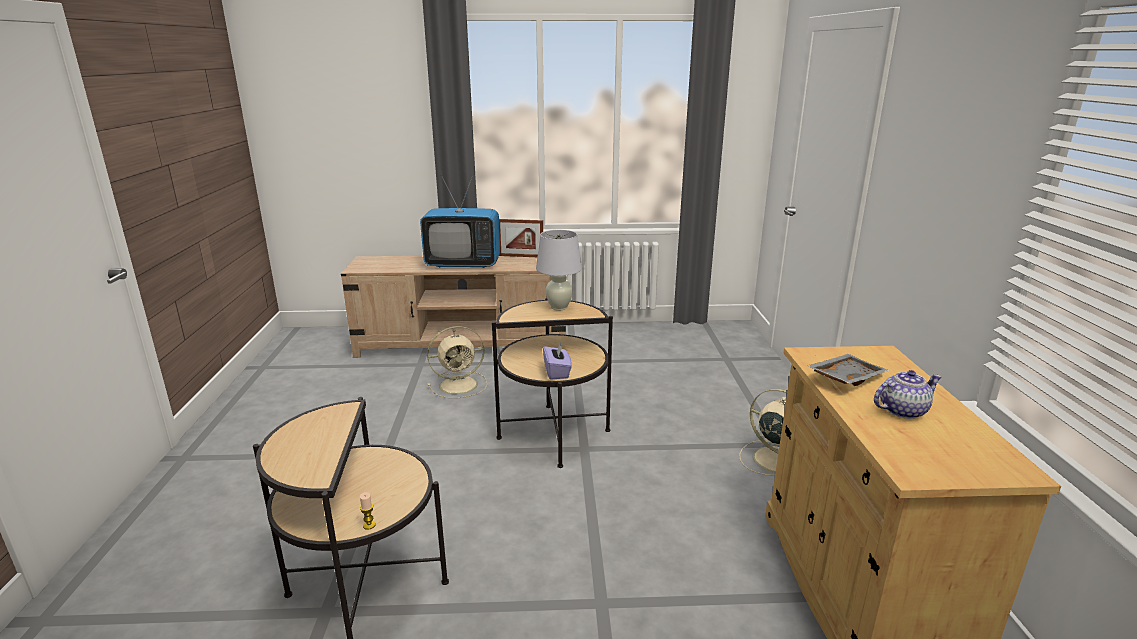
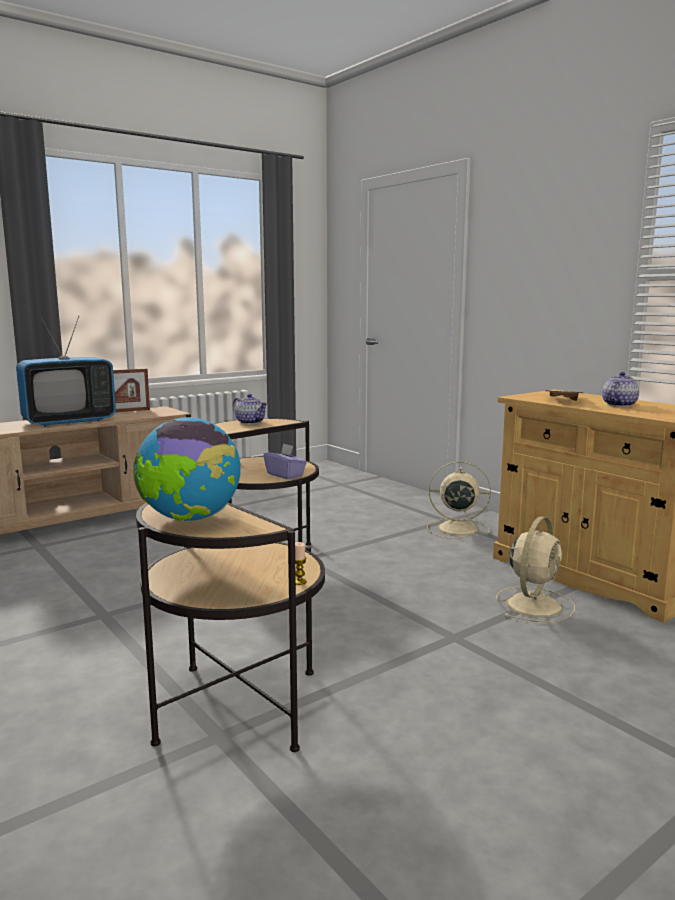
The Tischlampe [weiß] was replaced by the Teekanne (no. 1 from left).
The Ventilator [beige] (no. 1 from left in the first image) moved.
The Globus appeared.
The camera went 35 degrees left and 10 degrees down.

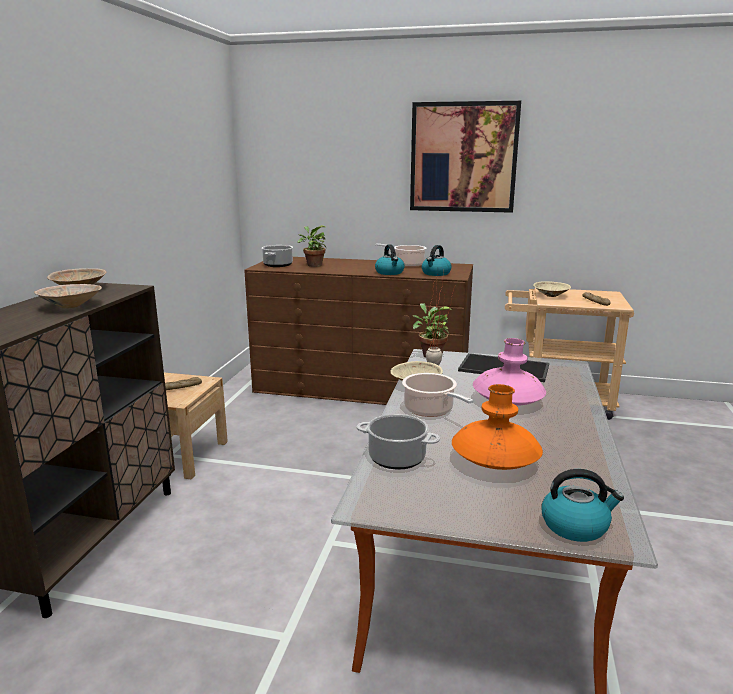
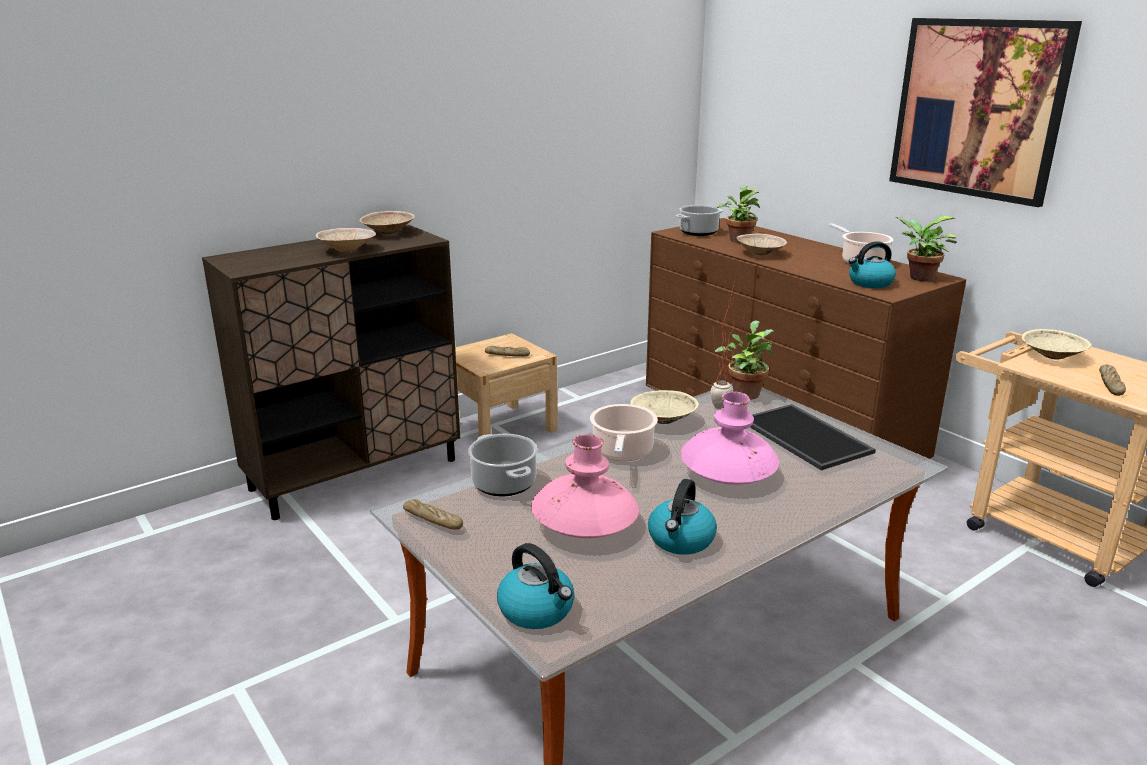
The Wasserkessel (no. 1 from left in the first image) moved.
The Vase [orange] became the Vase [rosa] (no. 1 from left).
The Topfpflanze (no. 4 from left) appeared.
The Schüssel [beige] (no. 4 from left) appeared.
The Brot (no. 1 from left) appeared.
The camera went 40 degrees right and 5 degrees up.

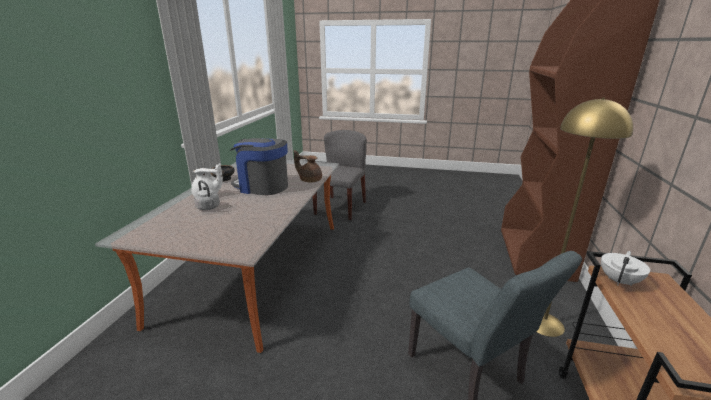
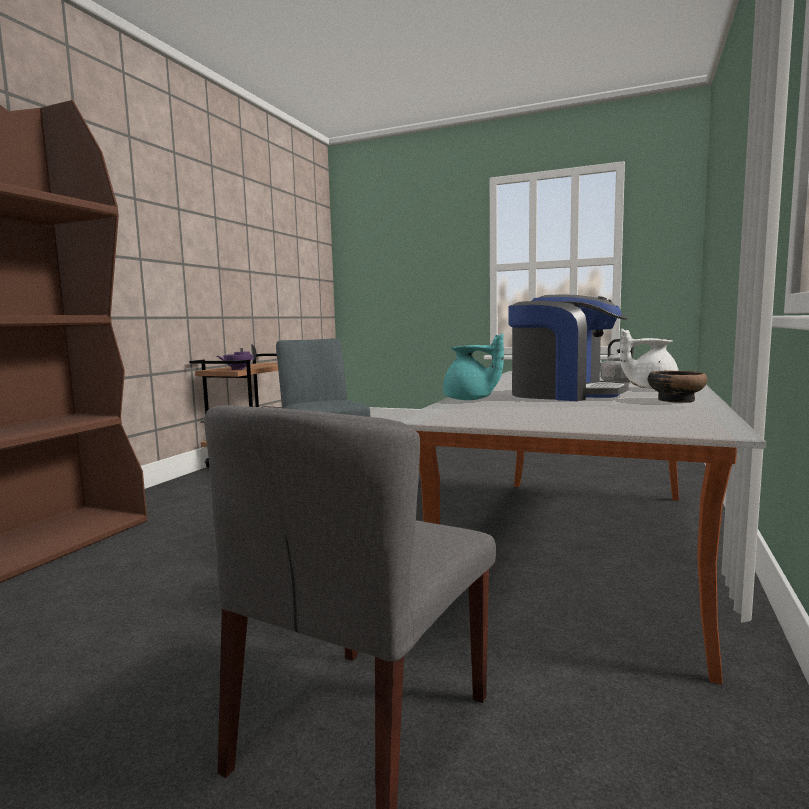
The Stehlampe [gelb] disappeared.
The Teekanne [braun] became the Teekanne [türkis].
The Teekanne [weiß] (no. 2 from left) became the Teekanne [lila].
The camera went 170 degrees left and 15 degrees down.

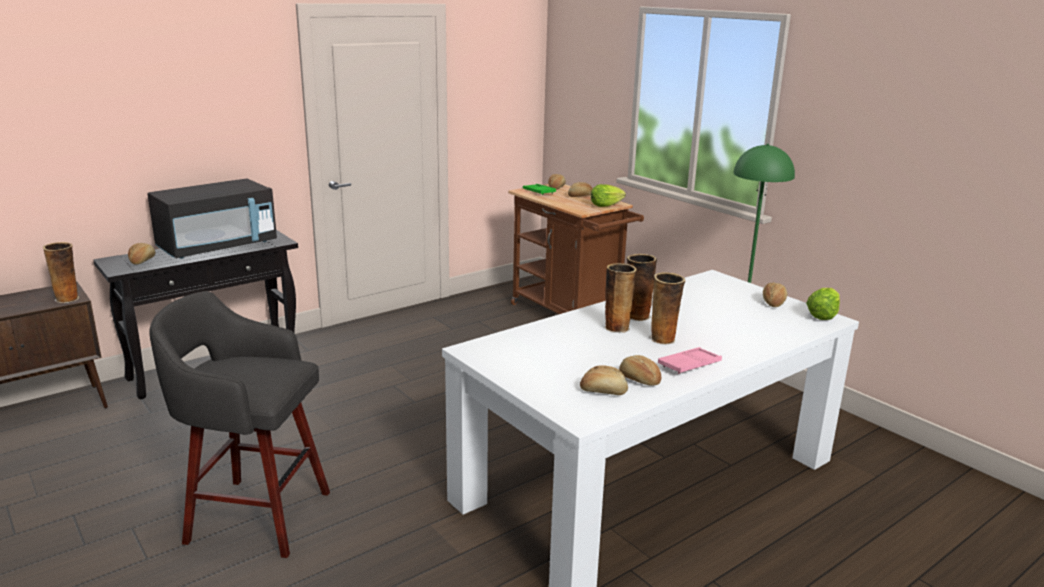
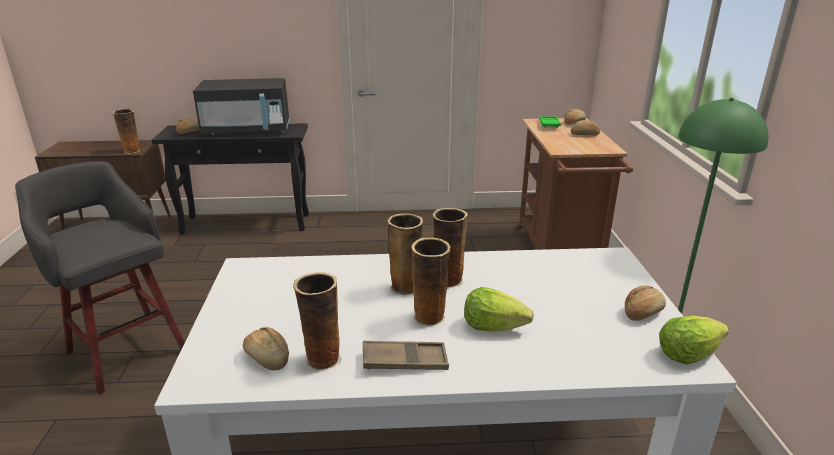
The Salatkopf (no. 1 from left) moved.
The Tablett [rosa] became the Tablett [braun].
The Brot (no. 5 from left) was replaced by the Vase (no. 2 from left).
The camera went 35 degrees right and 5 degrees up.

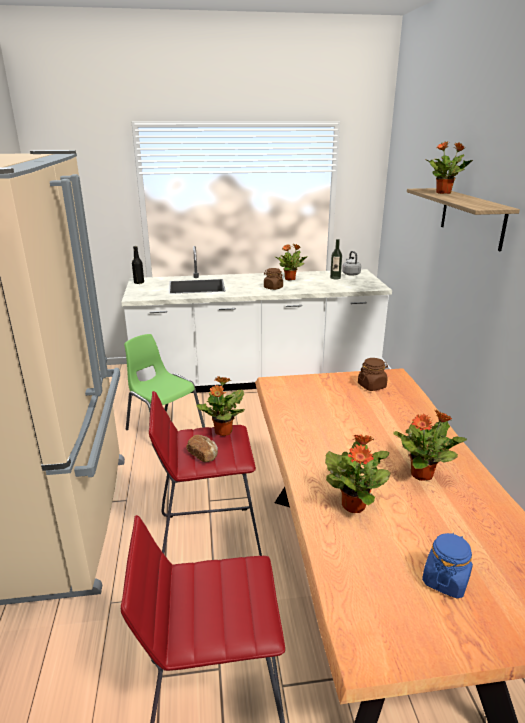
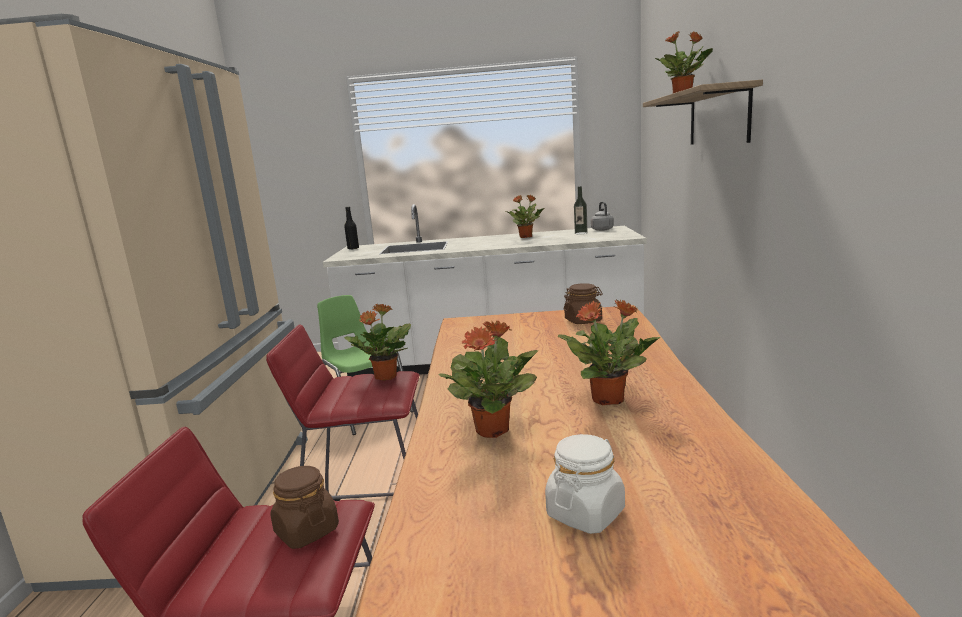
The Vorratsglas [braun] (no. 1 from left) moved.
The Brot disappeared.
The Vorratsglas [blau] became the Vorratsglas [weiß].
The camera went 10 degrees right and 10 degrees down.

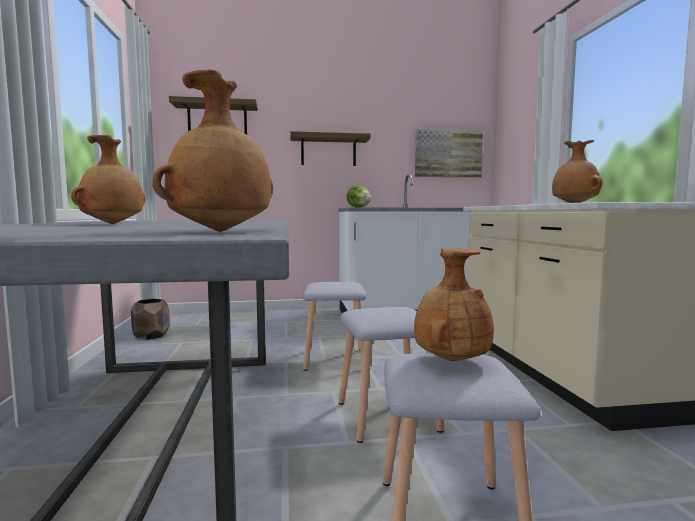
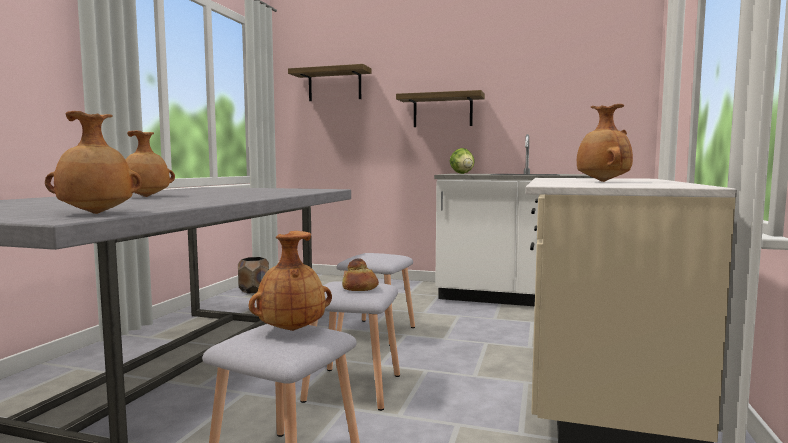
The Bild disappeared.
The Brot appeared.
The camera went 25 degrees right and 0 degrees up.

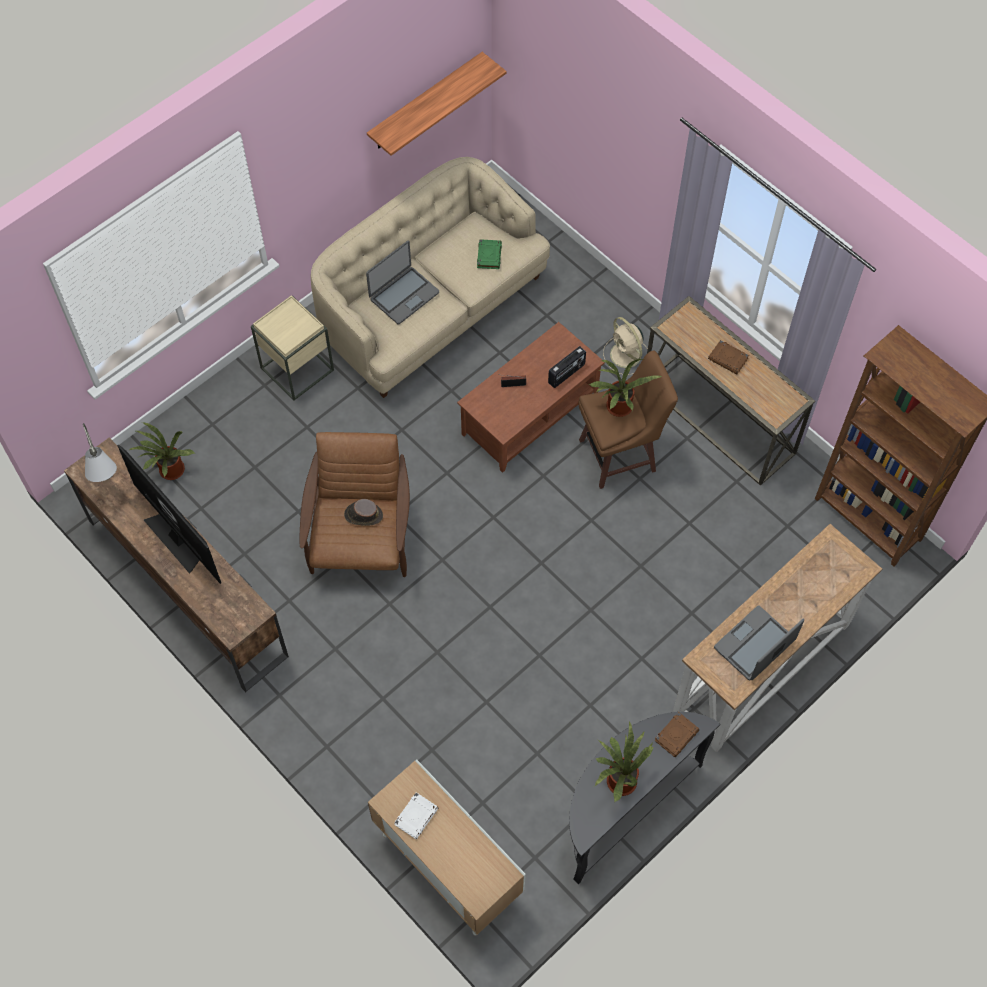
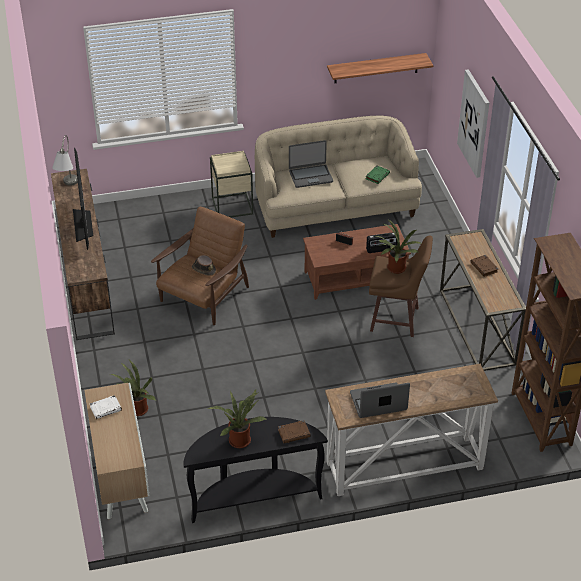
The Ventilator [beige] disappeared.
The Topfpflanze (no. 1 from left) moved.
The Bild appeared.
The camera went 30 degrees right and 20 degrees down.

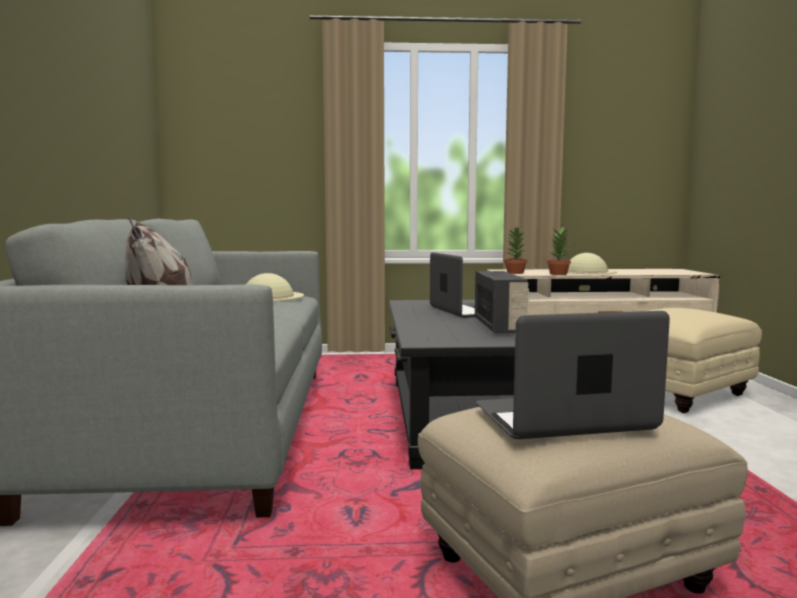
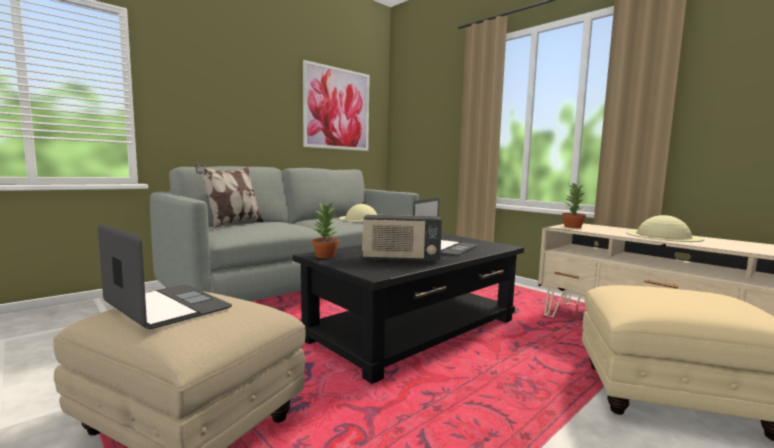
The Topfpflanze (no. 2 from left in the first image) moved.
The Radio turned 45 degrees clockwise.
The Bild appeared.
The camera went 50 degrees right and 0 degrees up.

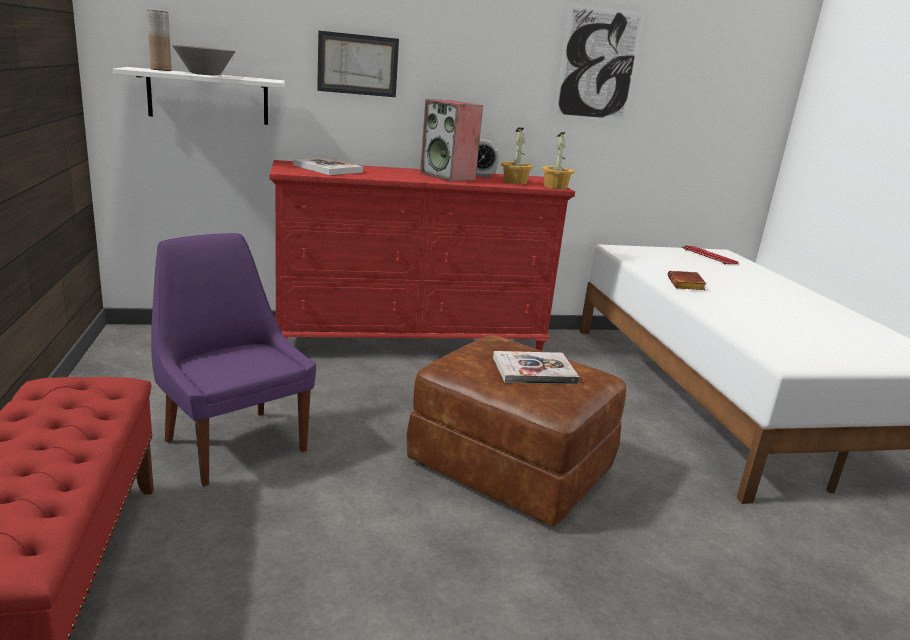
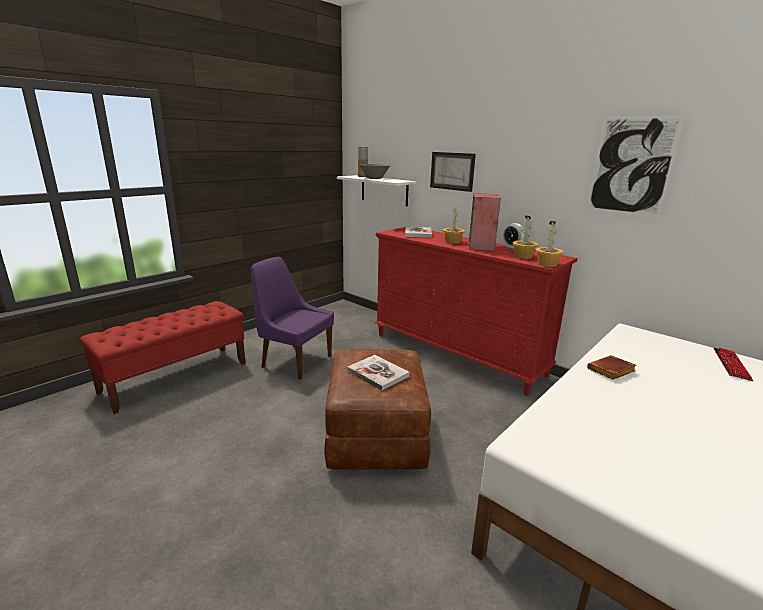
The Stuhl [lila] turned 75 degrees counterclockwise.
The Topfpflanze (no. 1 from left) appeared.
The camera went 55 degrees right and 0 degrees up.

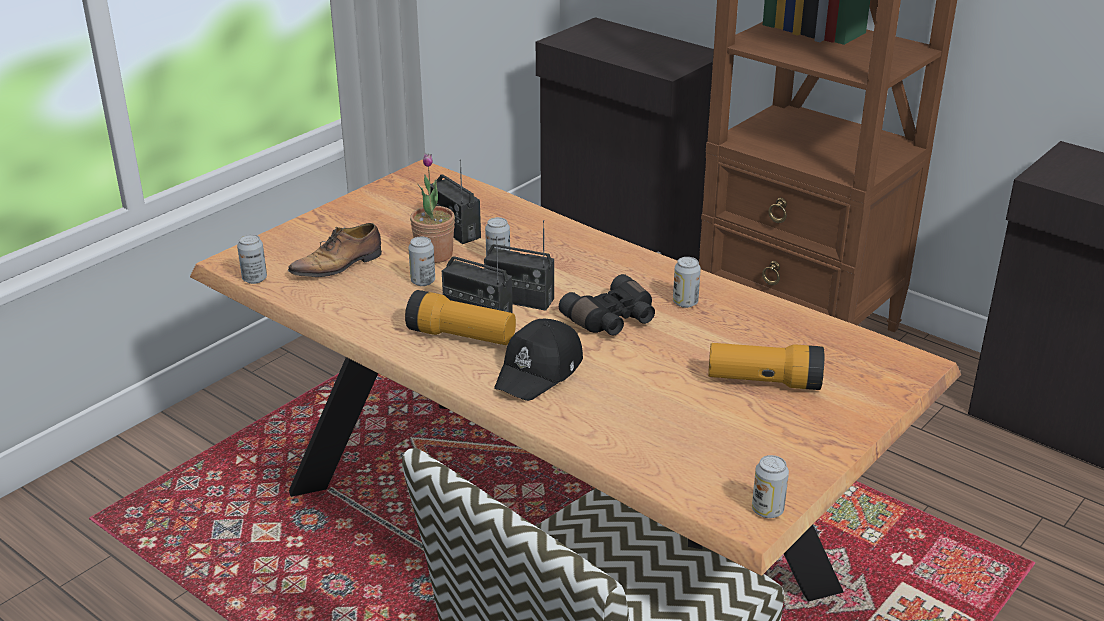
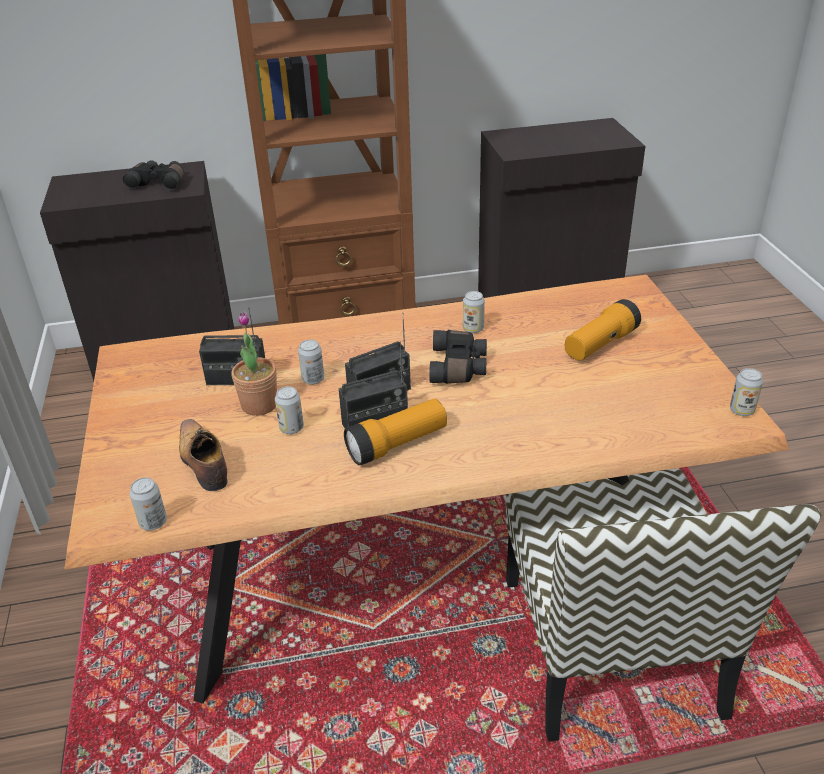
The Schuh turned 150 degrees clockwise.
The Kappe [schwarz] disappeared.
The Fernglas [schwarz] (no. 1 from left) appeared.
The camera went 50 degrees left and 5 degrees up.

